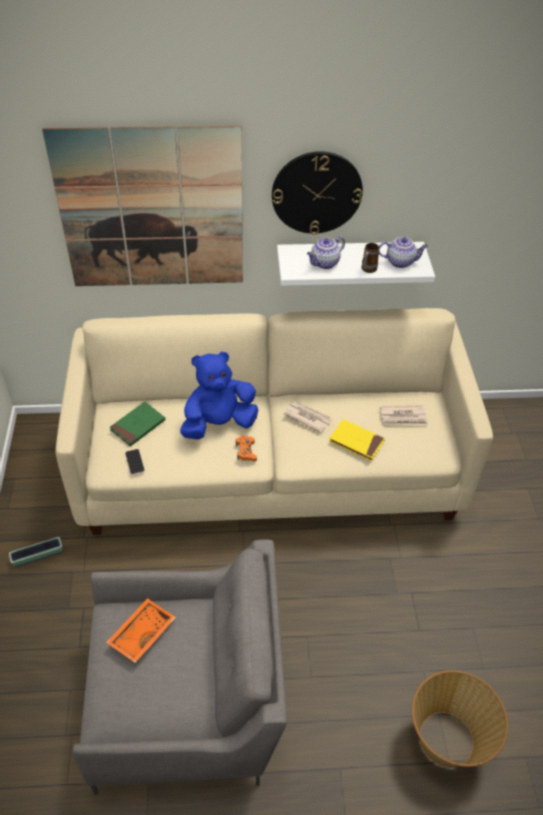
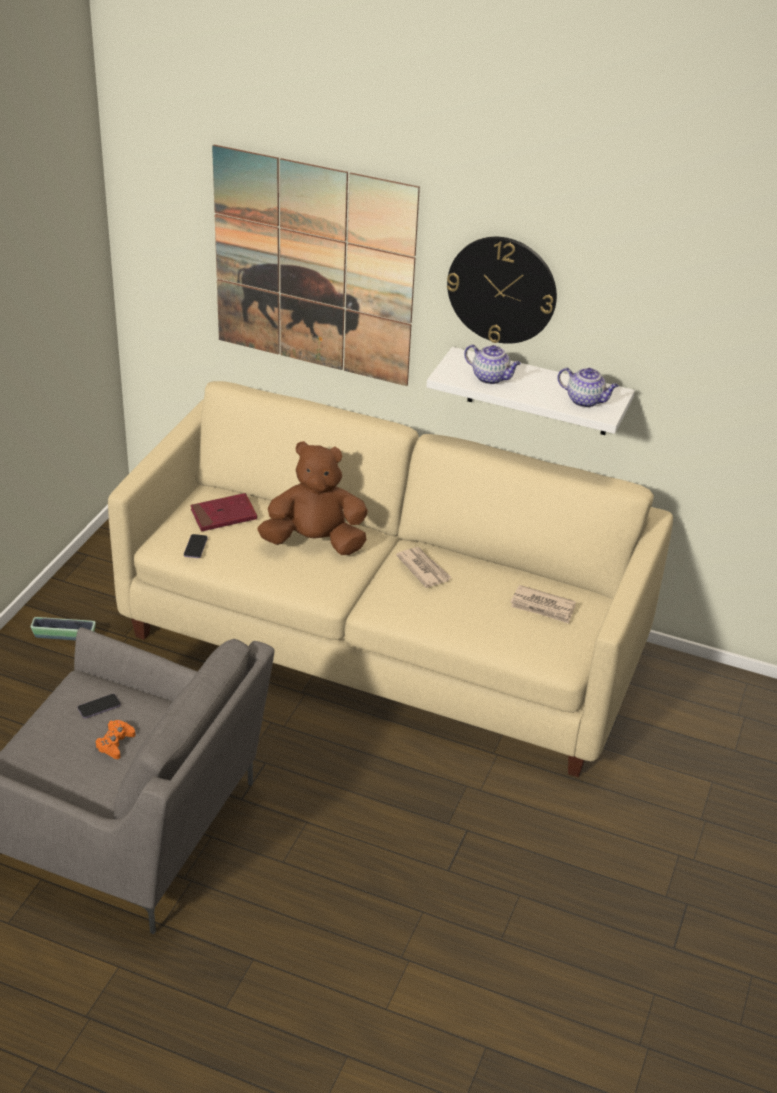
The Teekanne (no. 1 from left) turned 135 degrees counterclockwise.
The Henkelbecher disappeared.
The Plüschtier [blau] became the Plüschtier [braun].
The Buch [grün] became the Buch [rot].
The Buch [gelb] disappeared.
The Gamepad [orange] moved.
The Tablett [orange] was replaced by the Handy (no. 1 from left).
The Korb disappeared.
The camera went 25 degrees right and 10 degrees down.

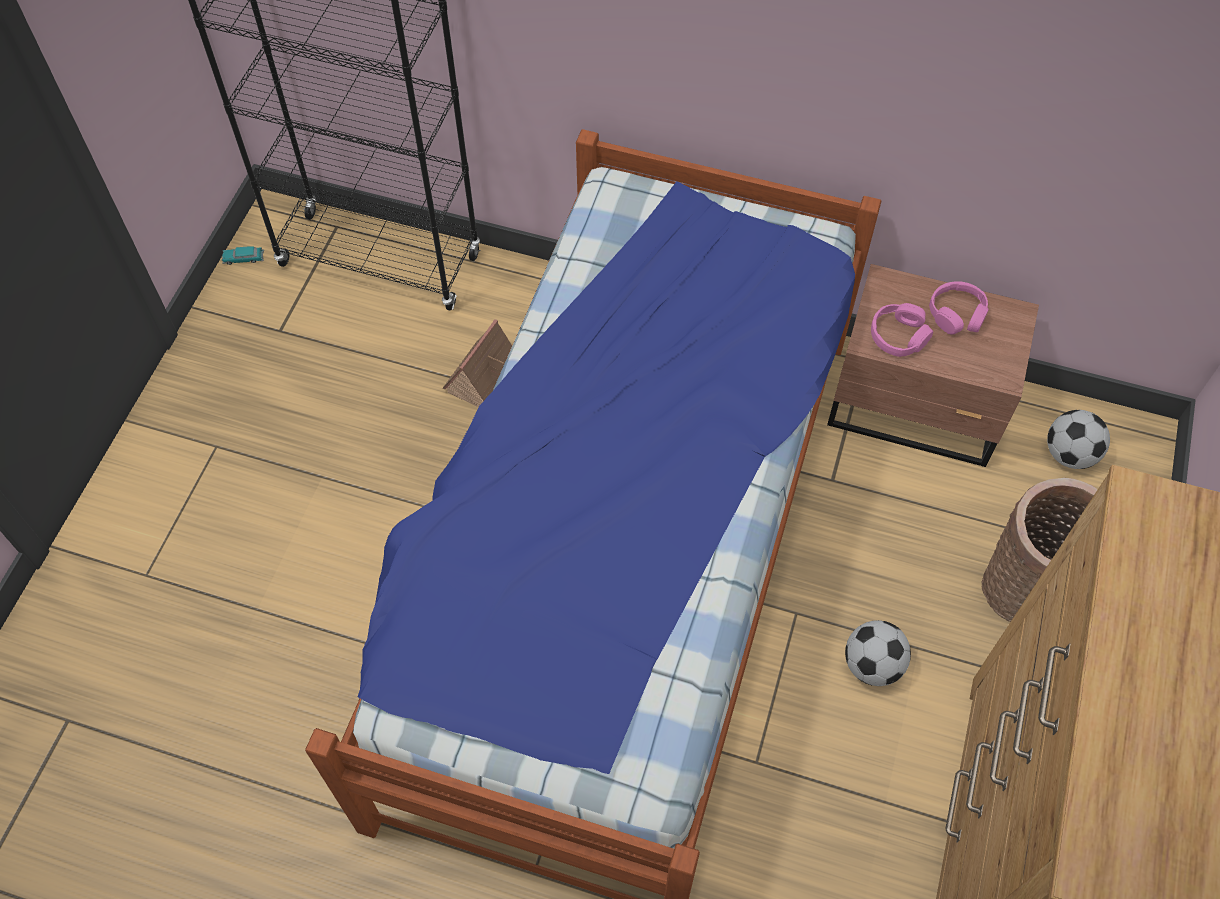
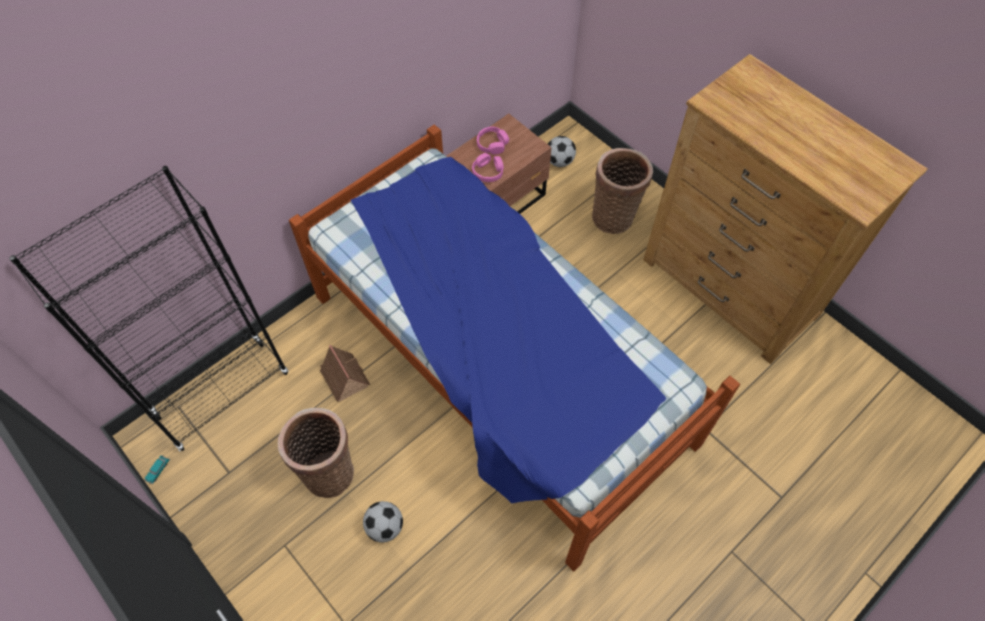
The Fußball (no. 1 from left) moved.
The Korb (no. 1 from left) appeared.
The camera went 60 degrees left and 0 degrees up.

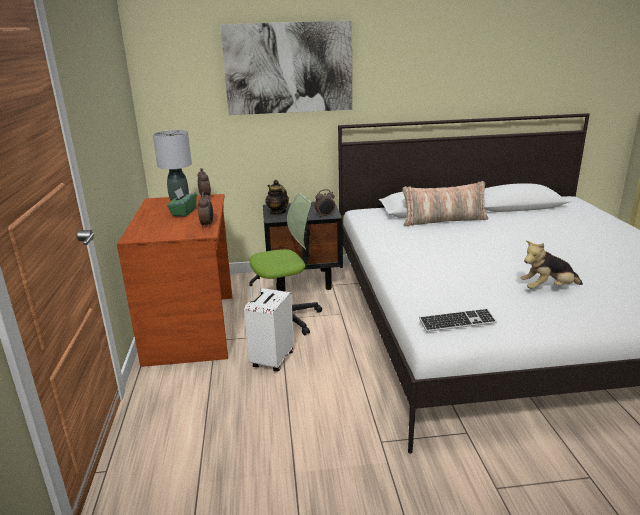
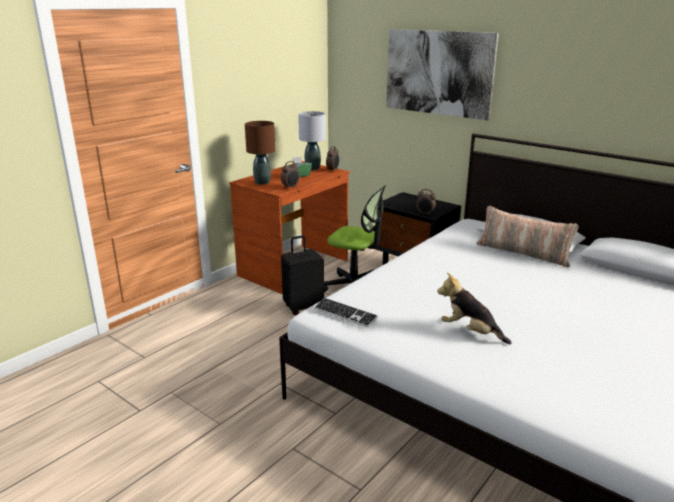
The Teekanne disappeared.
The Koffer [weiß] became the Koffer [schwarz].
The Tischlampe [braun] appeared.
The camera went 45 degrees right and 0 degrees up.

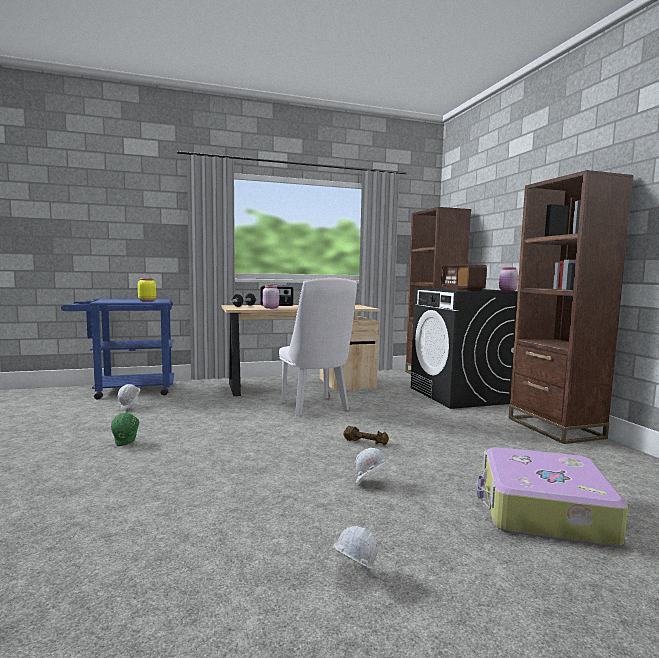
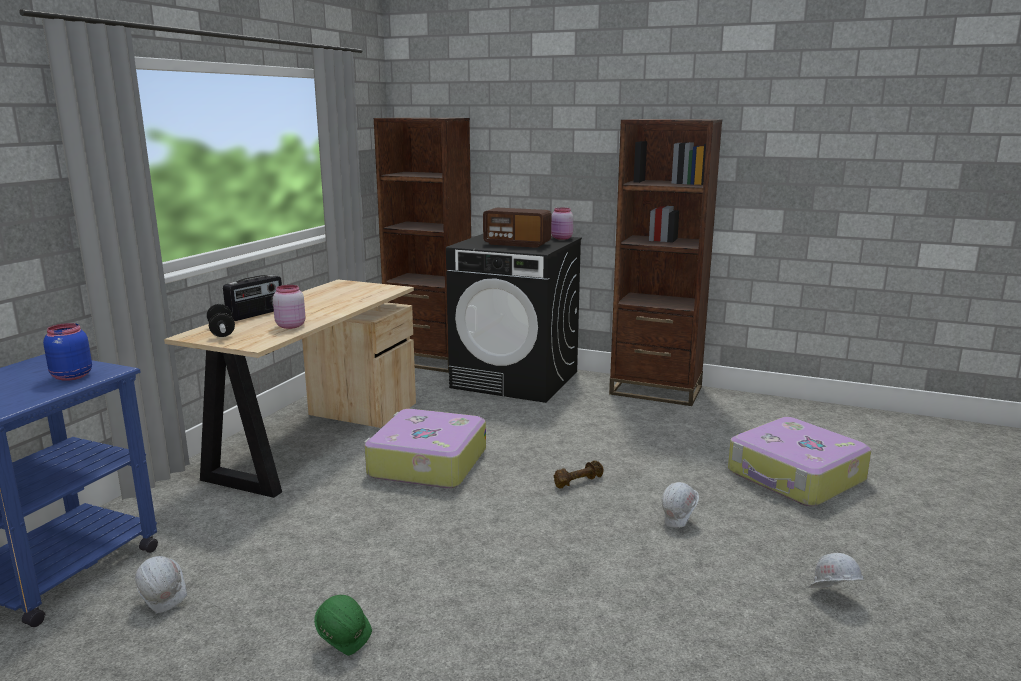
The Vorratsglas [gelb] became the Vorratsglas [blau].
The Stuhl [weiß] was replaced by the Koffer (no. 1 from left).
The camera went 50 degrees left and 10 degrees up.

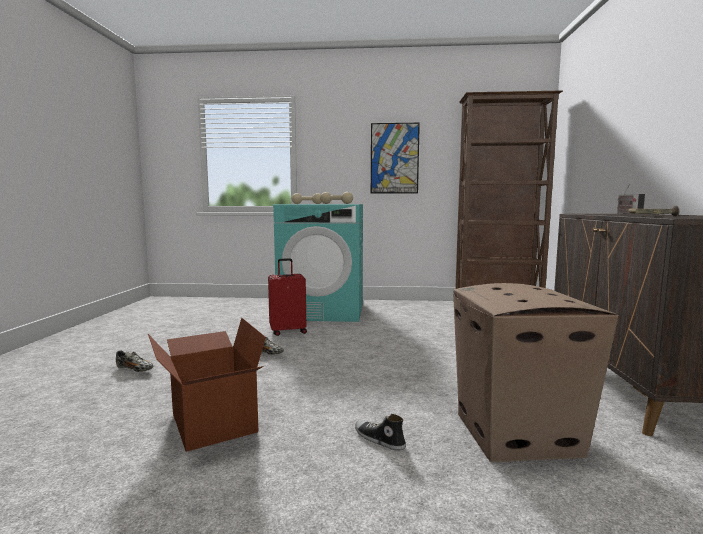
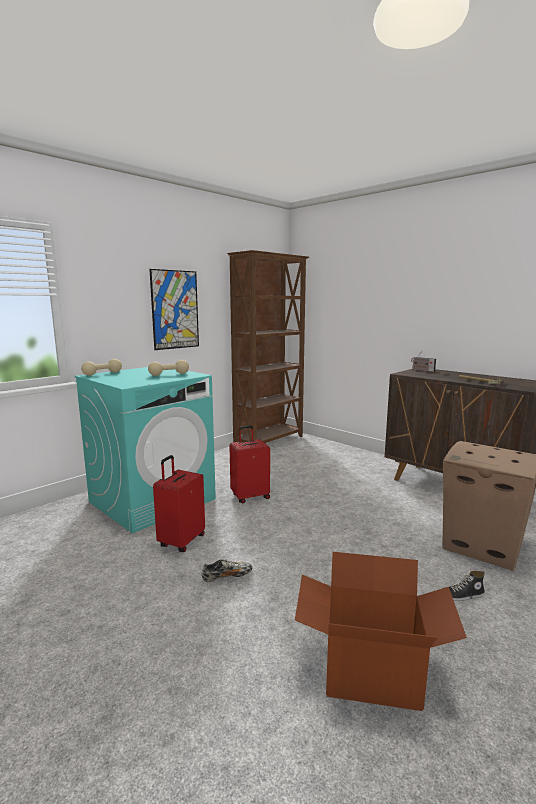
The Schuh (no. 1 from left) disappeared.
The Koffer [rot] (no. 2 from left) appeared.
The camera went 50 degrees left and 5 degrees up.

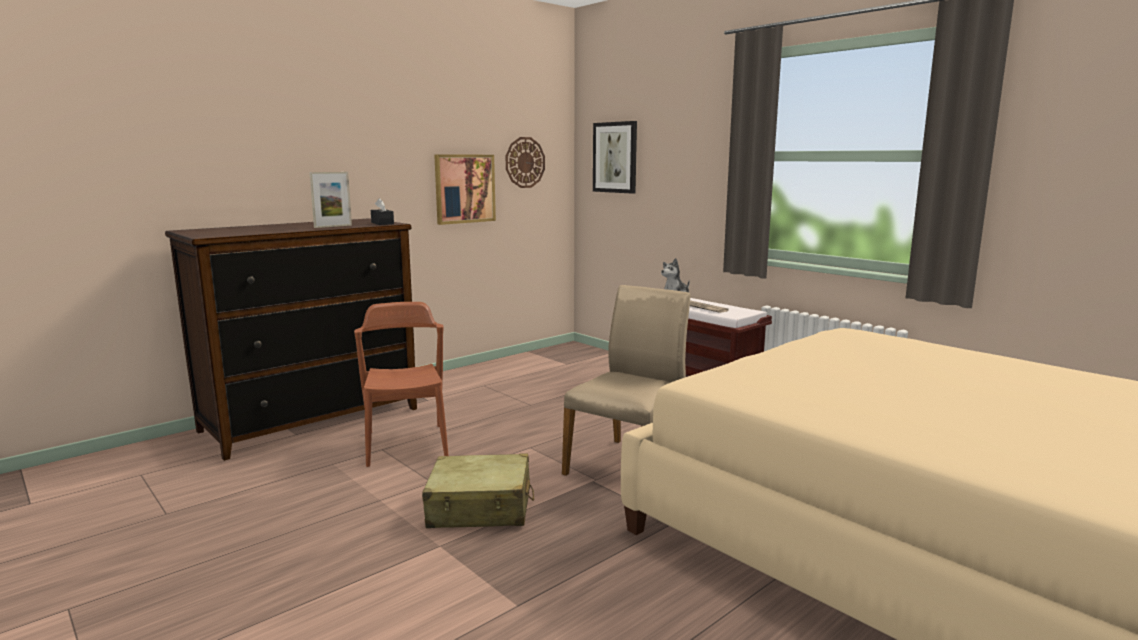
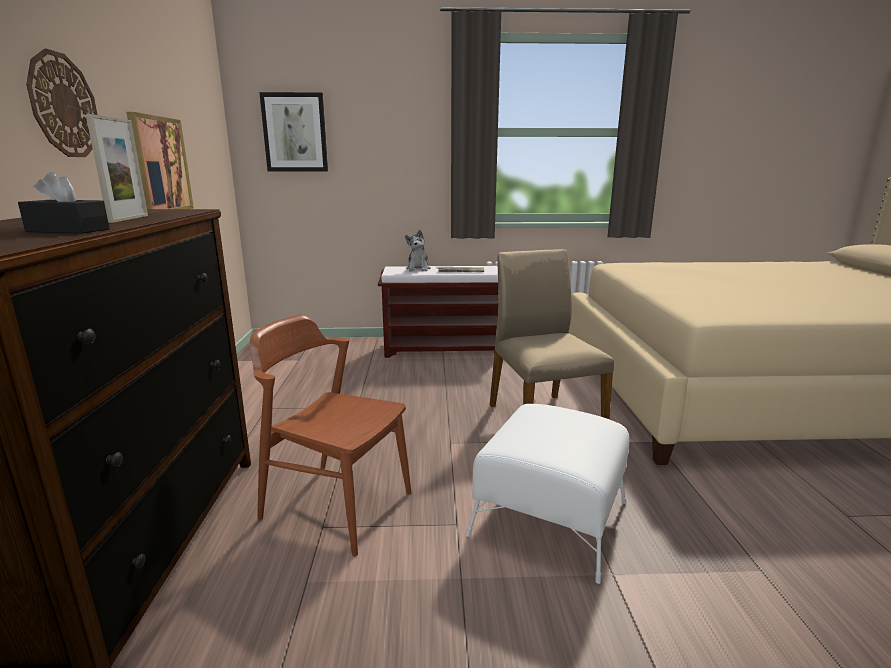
The Wanduhr moved.
The Taschentuchbox [schwarz] moved.
The Koffer [beige] was replaced by the Polsterhocker [weiß].
The camera went 50 degrees left and 5 degrees up.

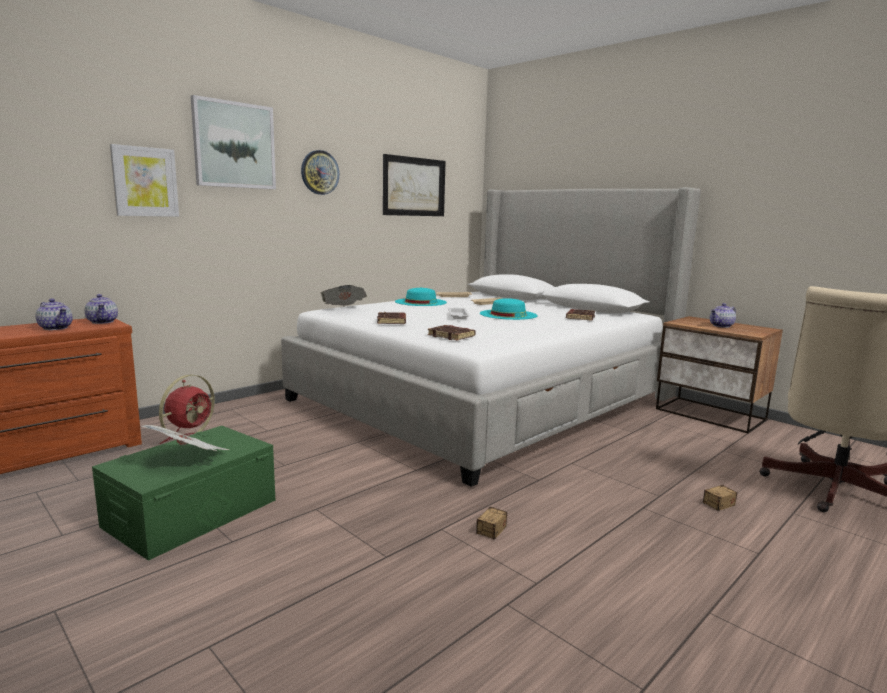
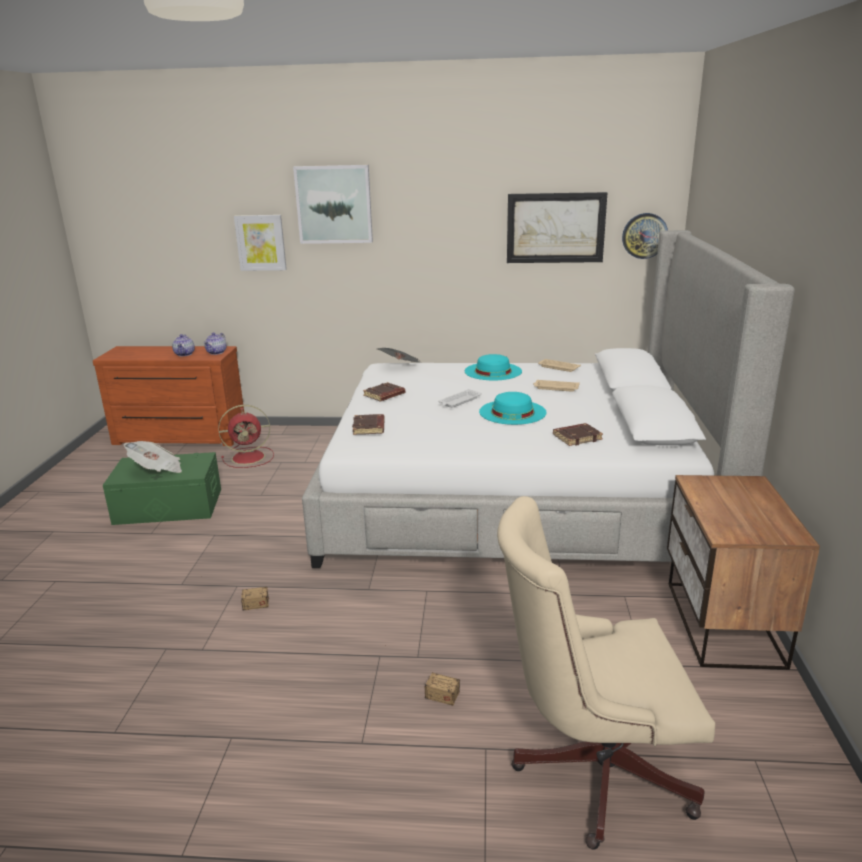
The Wanduhr moved.
The Teekanne (no. 3 from left) disappeared.
The camera went 50 degrees right and 10 degrees up.

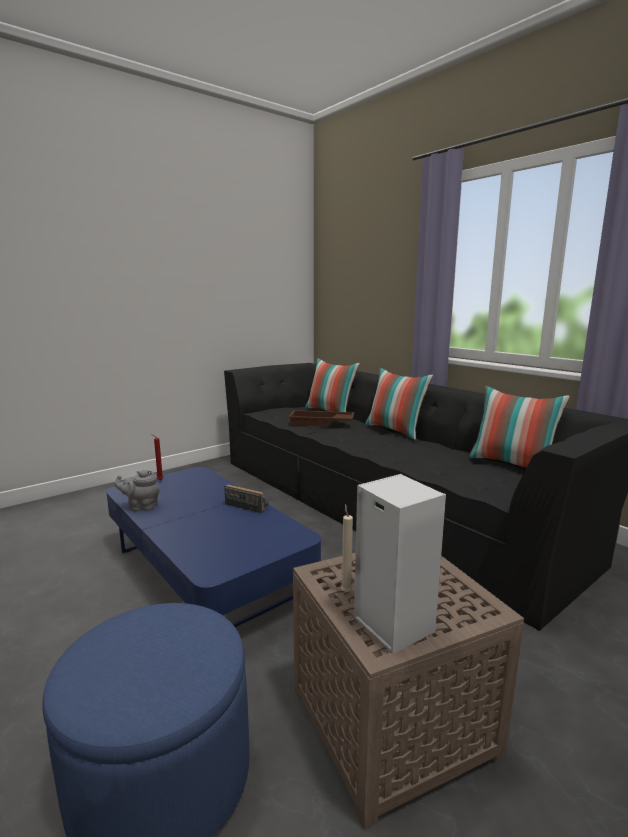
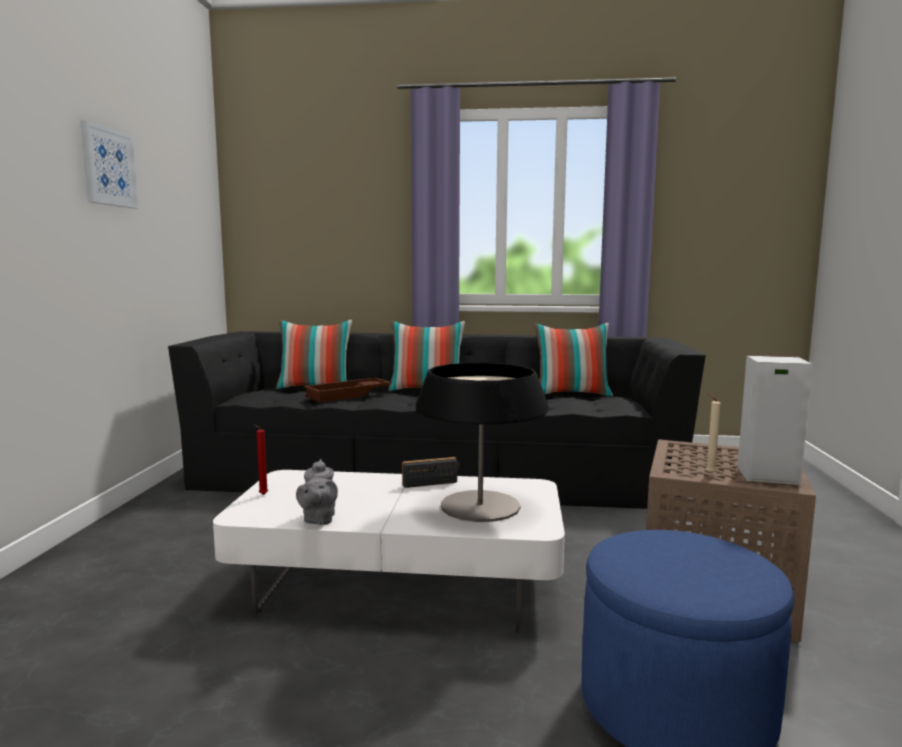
The Couchtisch [blau] became the Couchtisch [weiß].
The Teekanne [grau] turned 45 degrees counterclockwise.
The Bild appeared.
The Tischlampe appeared.
The camera went 45 degrees left and 5 degrees down.

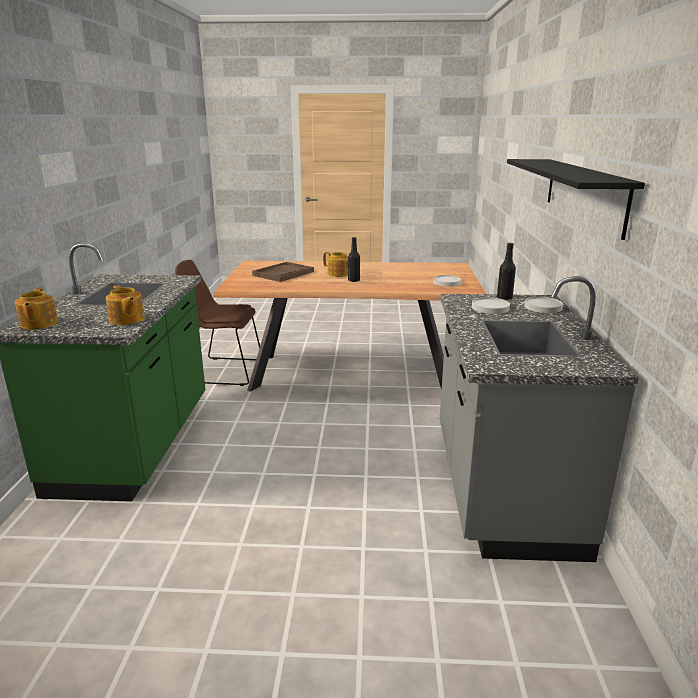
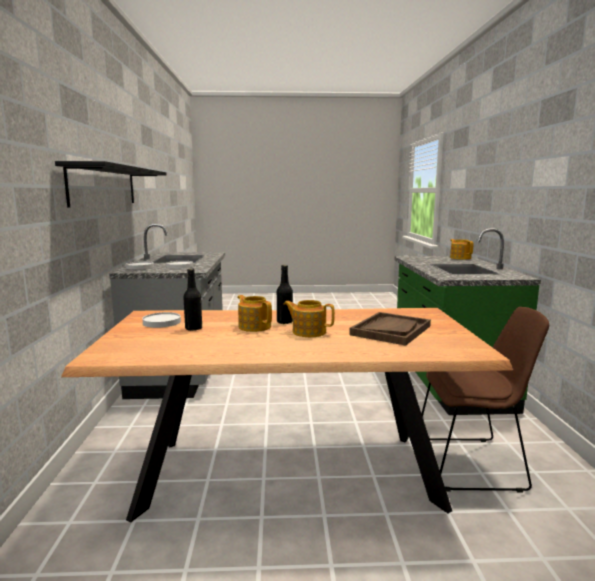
The Flasche [schwarz] (no. 2 from left in the first image) moved.
The Teekanne (no. 2 from left in the first image) moved.
The camera went 175 degrees right and 10 degrees down.

